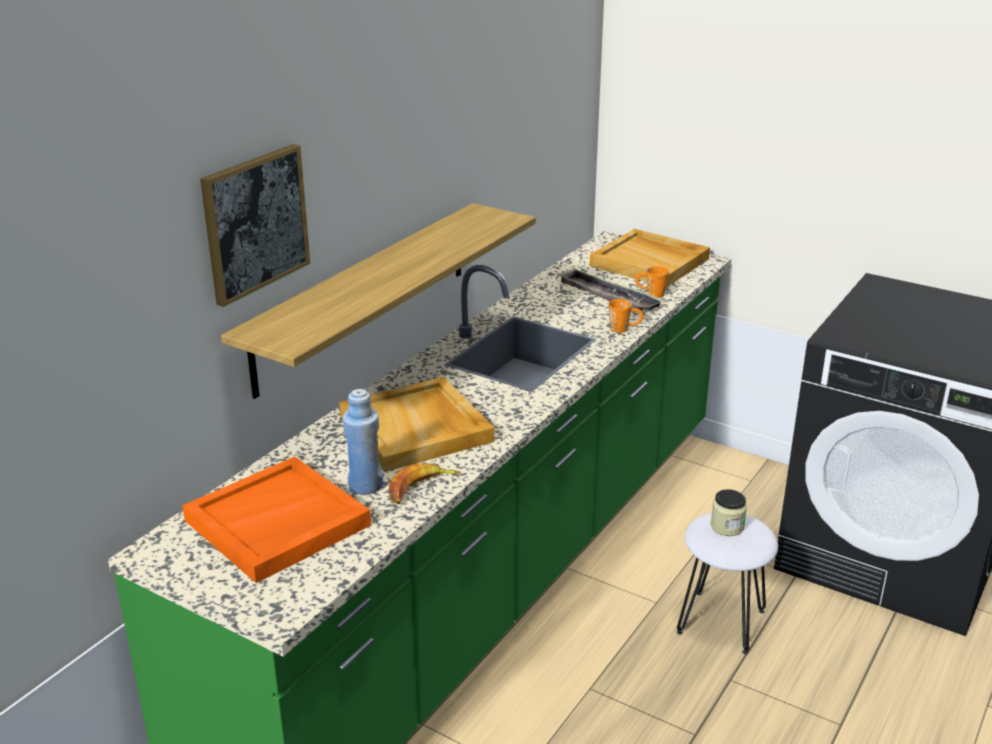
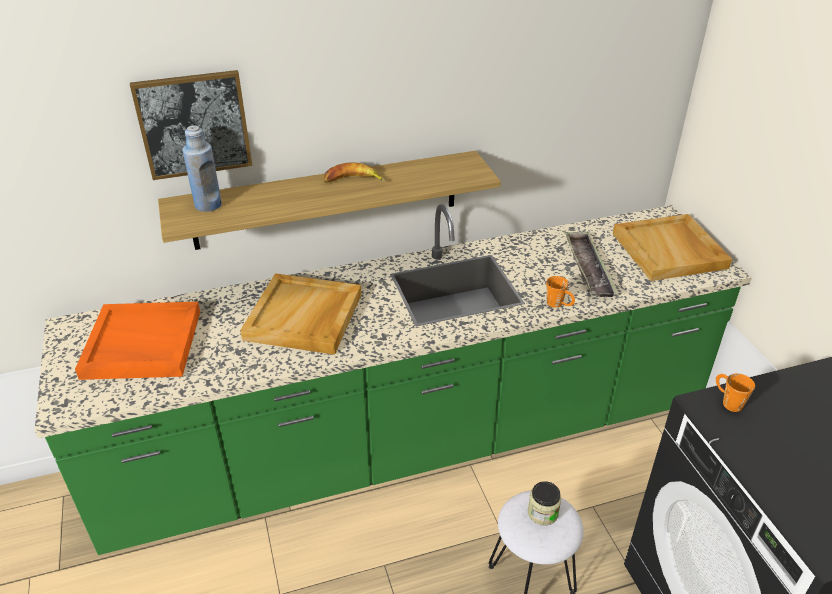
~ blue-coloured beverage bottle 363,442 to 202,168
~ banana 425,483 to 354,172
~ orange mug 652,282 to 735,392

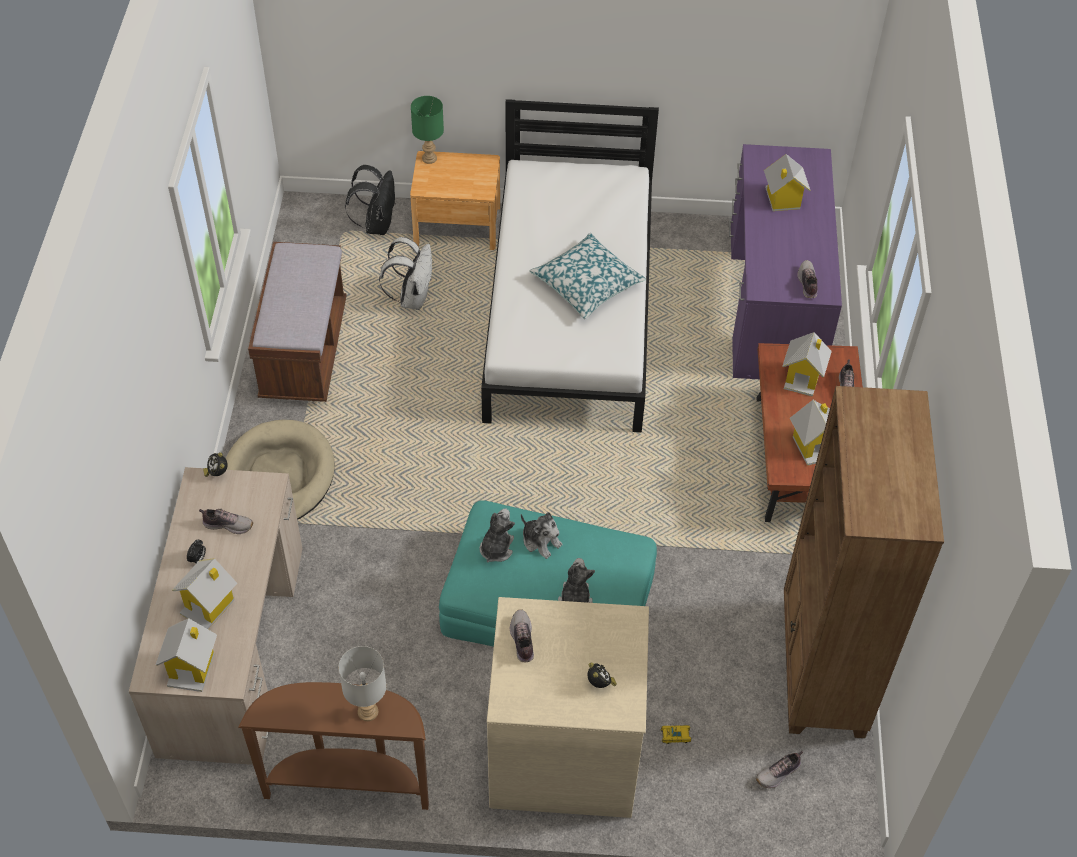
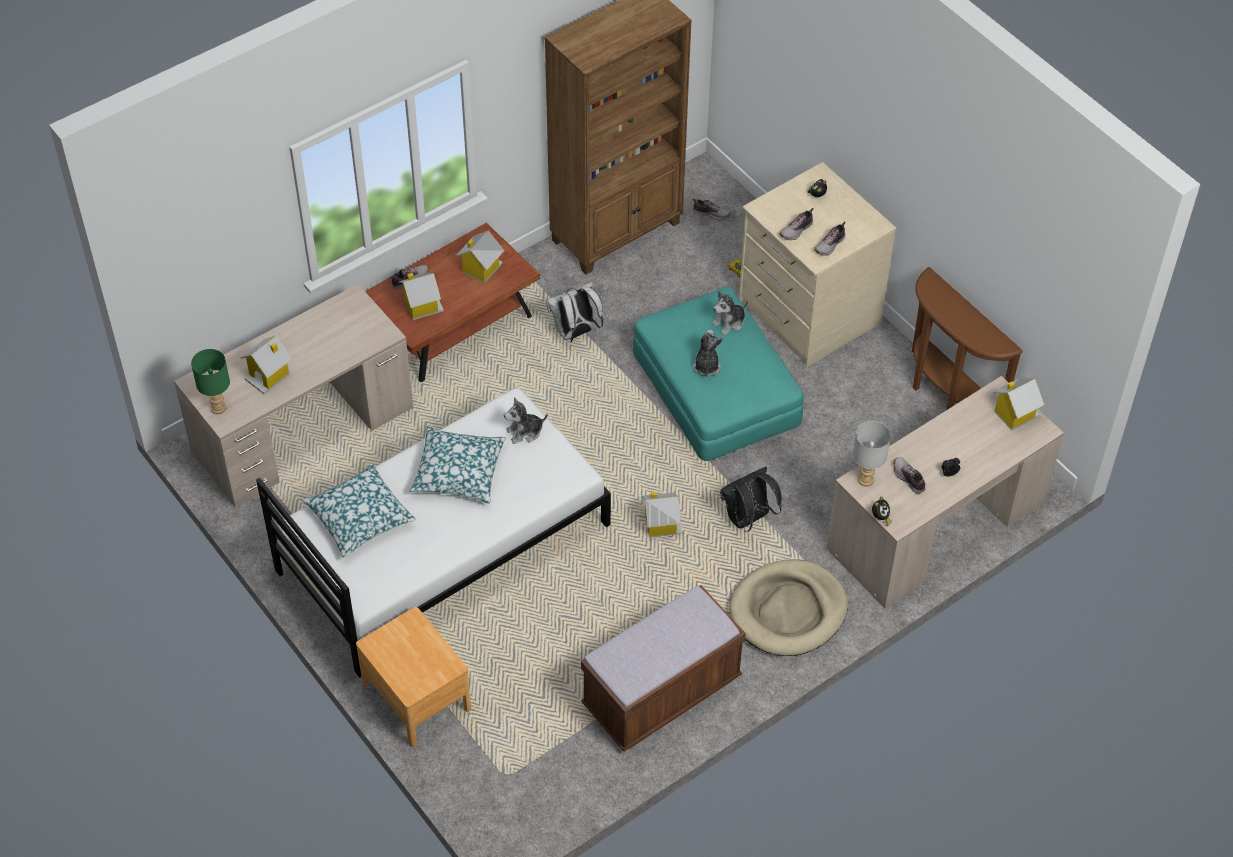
~ miniature house 204,593 to 662,514
~ greyish tabletop lamp 362,683 to 872,454
~ black knapsack 370,200 to 751,499
~ white knapsack 405,273 to 574,312
~ green-coloured tabletop lamp 427,130 to 210,381
~ soft toy 497,535 to 526,420
~ purplish desk table 785,261 to beige desk table 293,396
~ low shoe 807,279 to 796,224
+ pillow 359,510

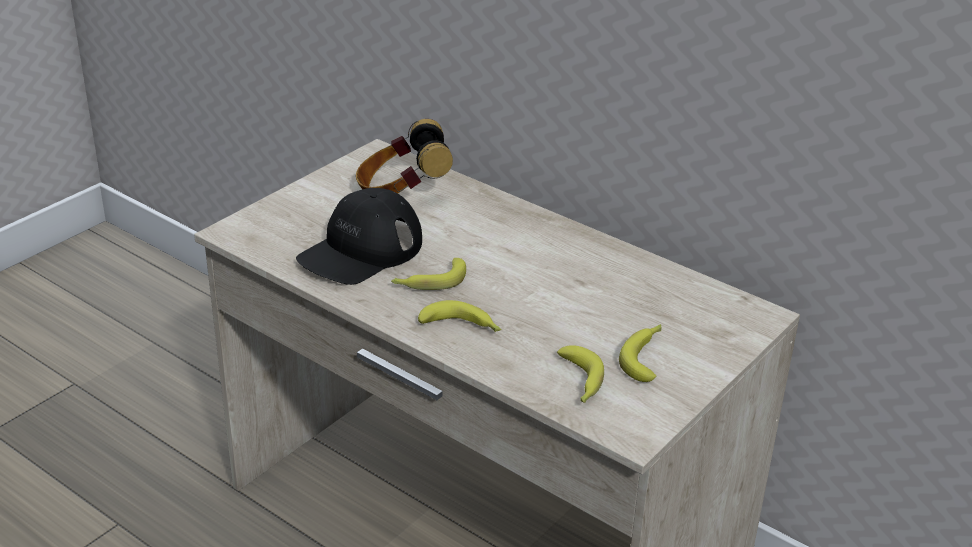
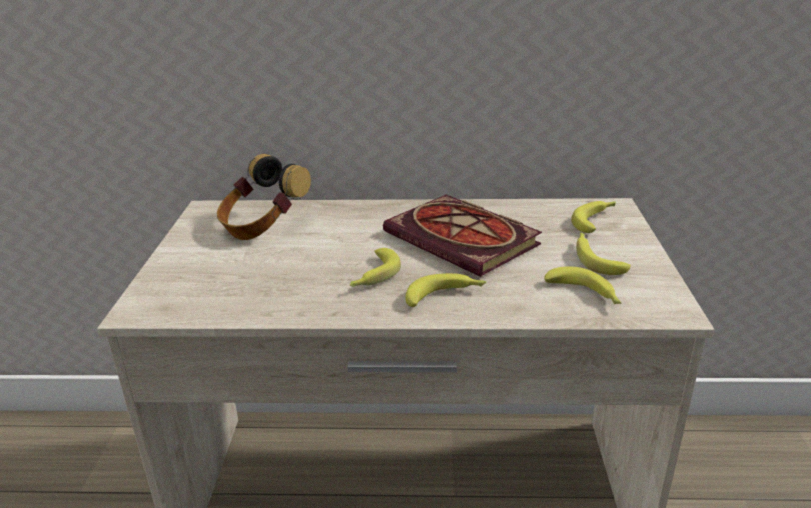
- black cap 359,236
+ book 462,236
+ banana 593,217

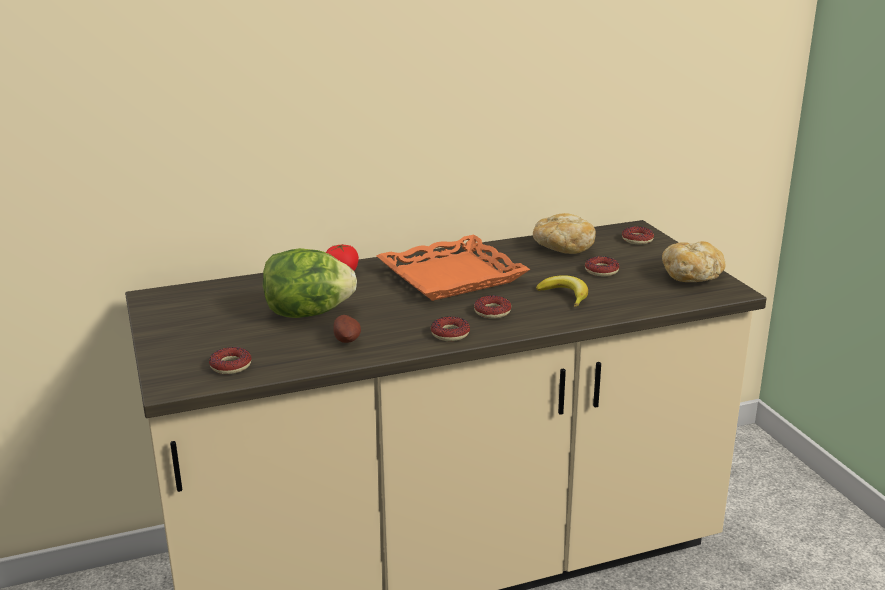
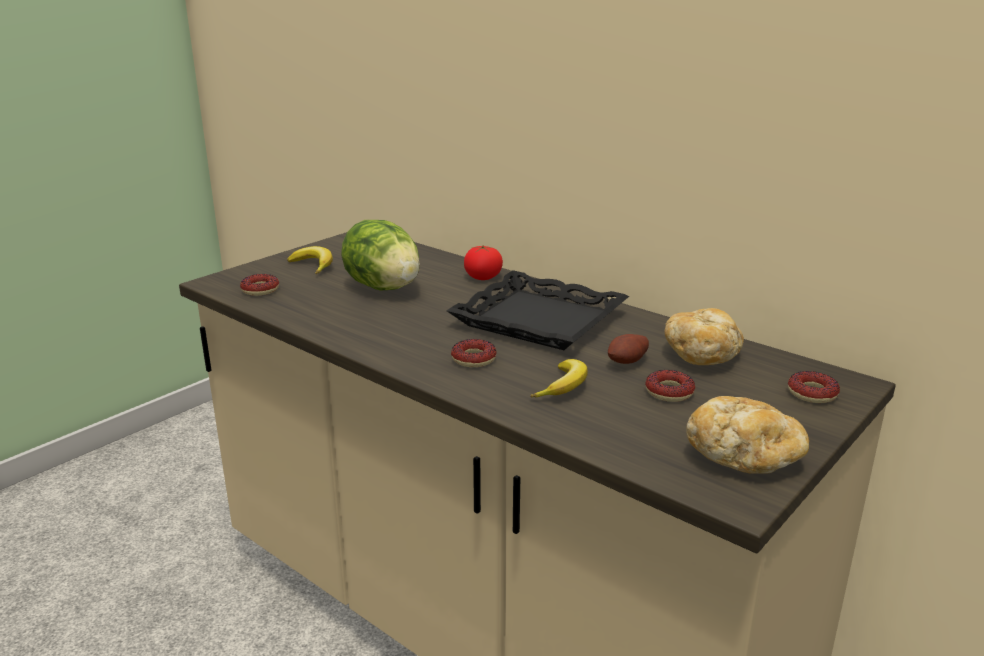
~ whole potato 347,329 to 628,349
~ orange serving tray 453,268 to black serving tray 537,310
- doughnut 450,328
+ banana 310,260

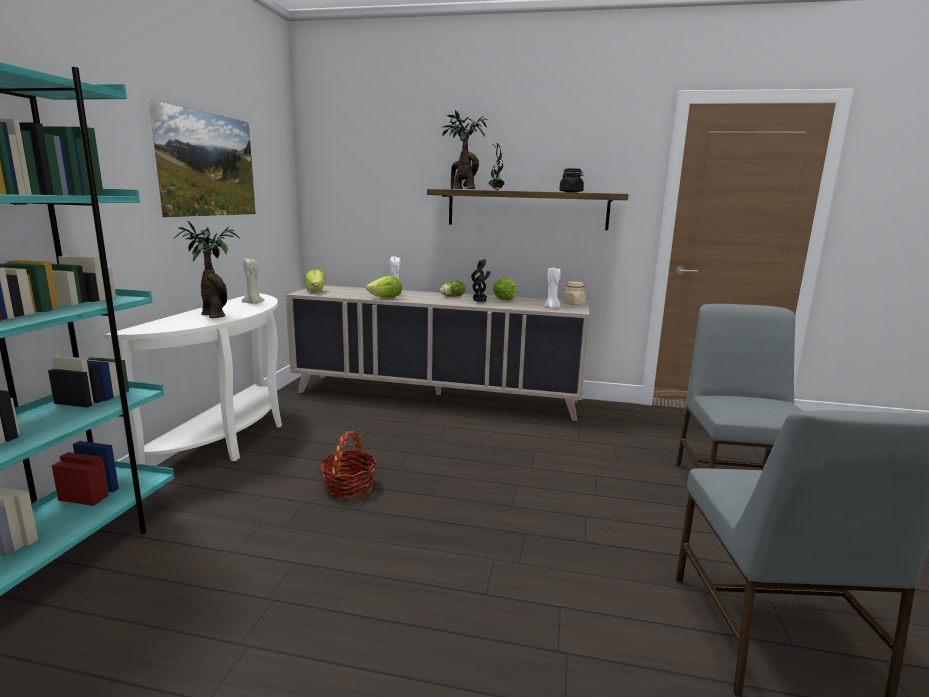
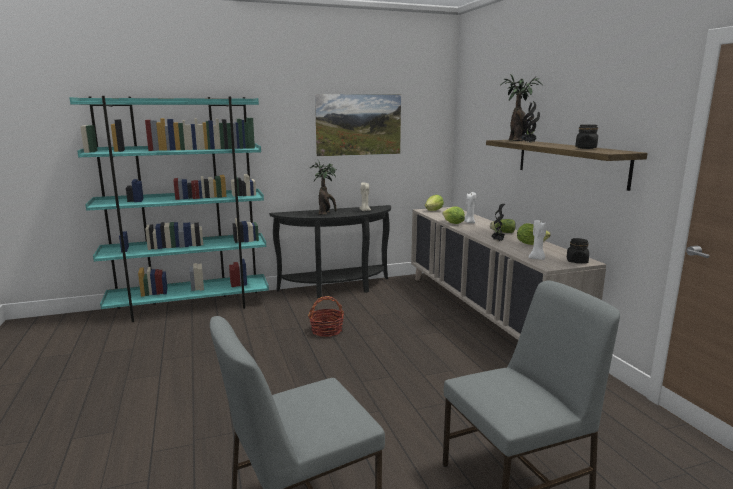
~ white hall table 193,378 to black hall table 330,251
~ beige preserve jar 574,293 to black preserve jar 578,250

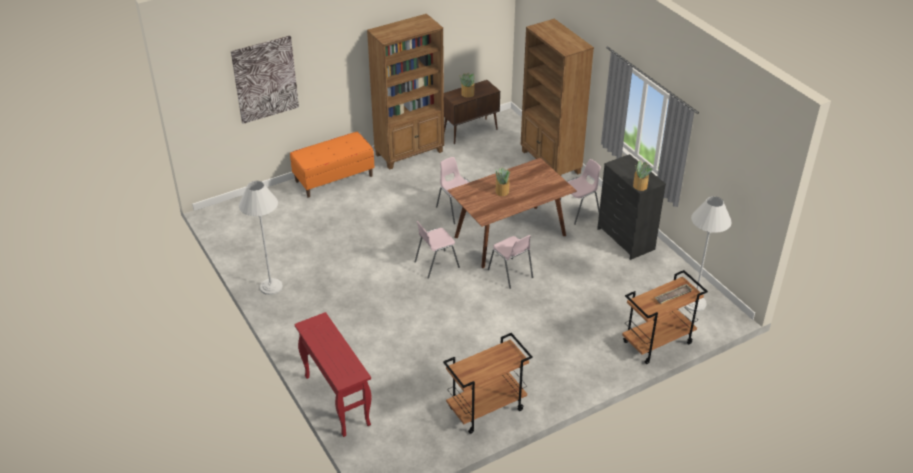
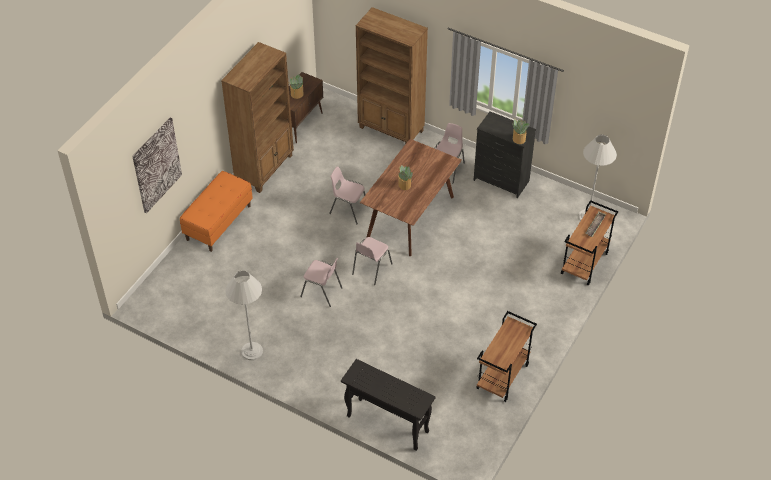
~ red hall table 332,374 to black hall table 388,405
~ pinkish plain chair 510,262 to 321,282

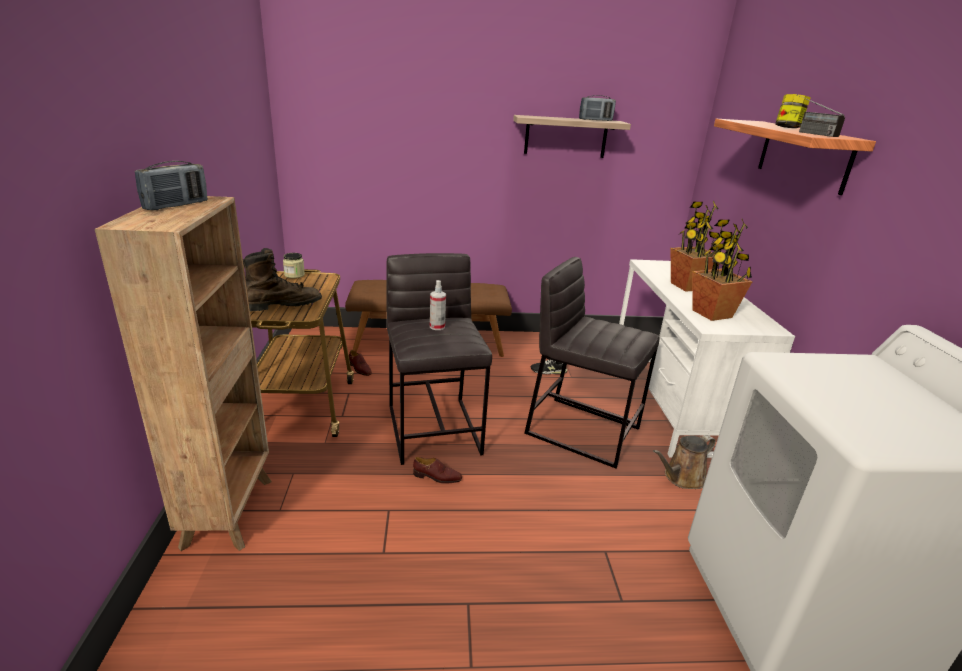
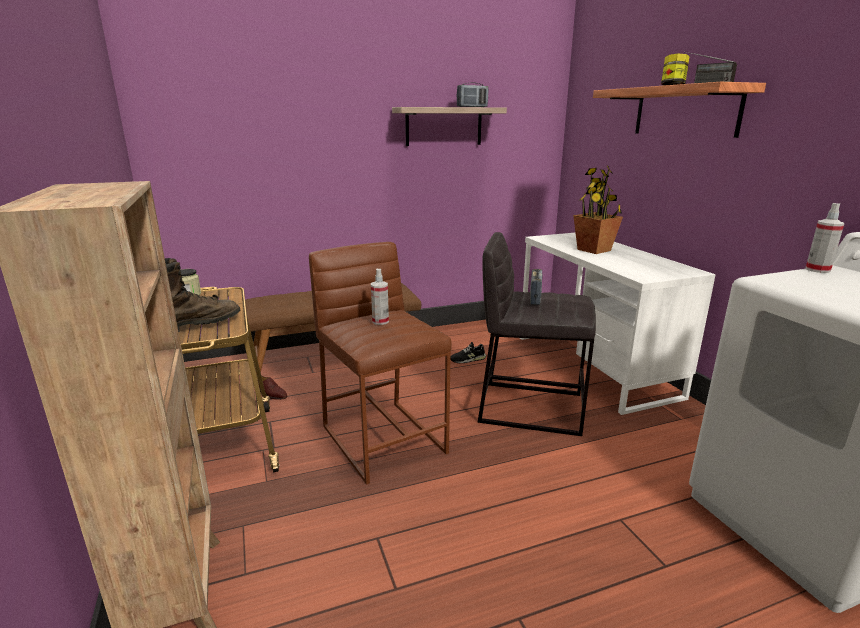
~ radio 171,185 to 536,287
~ greyish stool 439,359 to brown-coloured stool 380,363
- brown-coloured low shoe 437,470
- brown-coloured sprinkling can 684,462
- potted plant 723,270
+ spray bottle 825,238

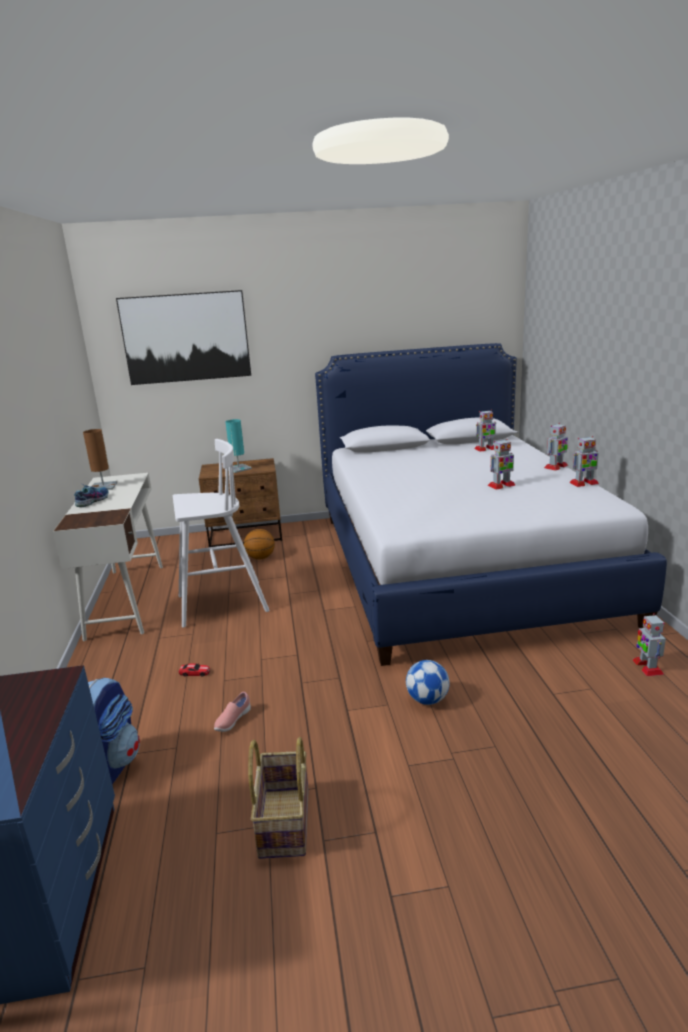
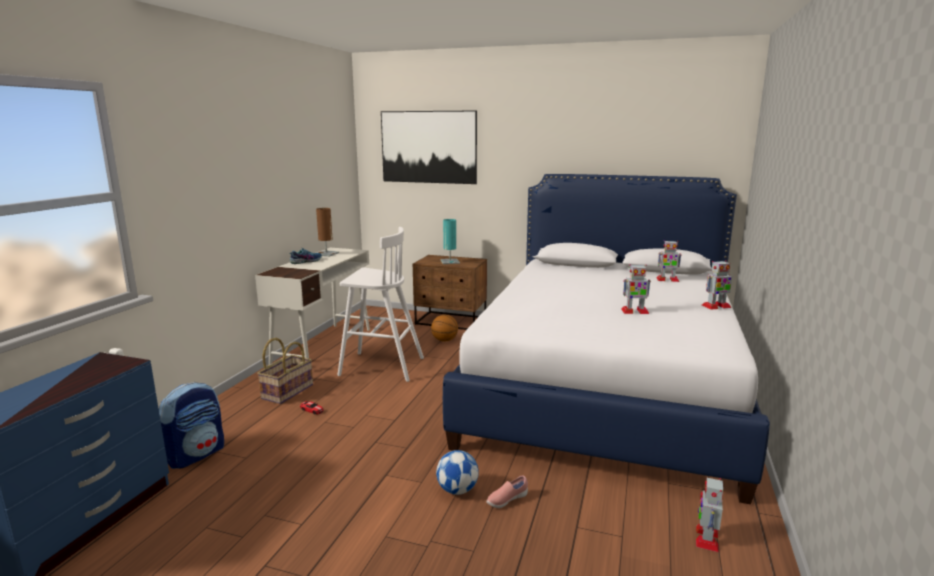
~ pinkish low shoe 232,712 to 507,491
~ storage basket 278,798 to 285,371
- model robot 584,461

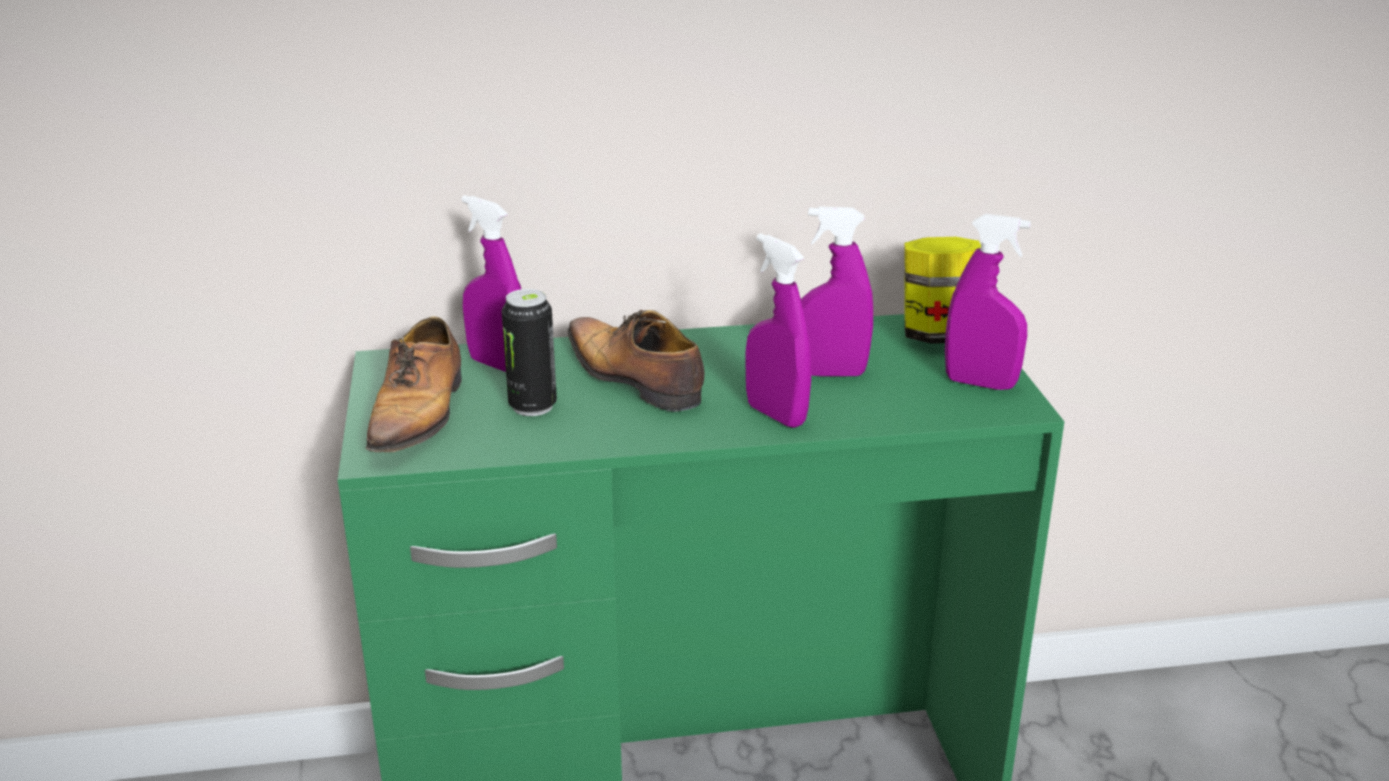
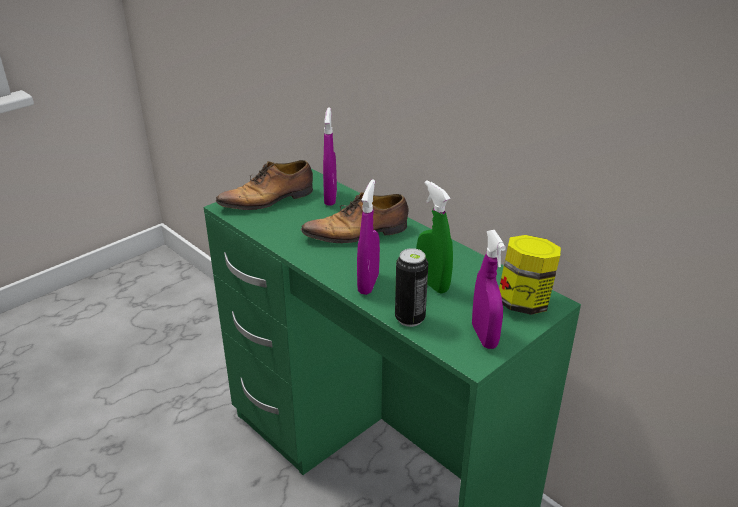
~ metal can 529,352 to 411,287
~ low shoe 636,361 = 355,217 120 degrees counterclockwise
~ purplish spray bottle 837,291 to green-coloured spray bottle 435,237

